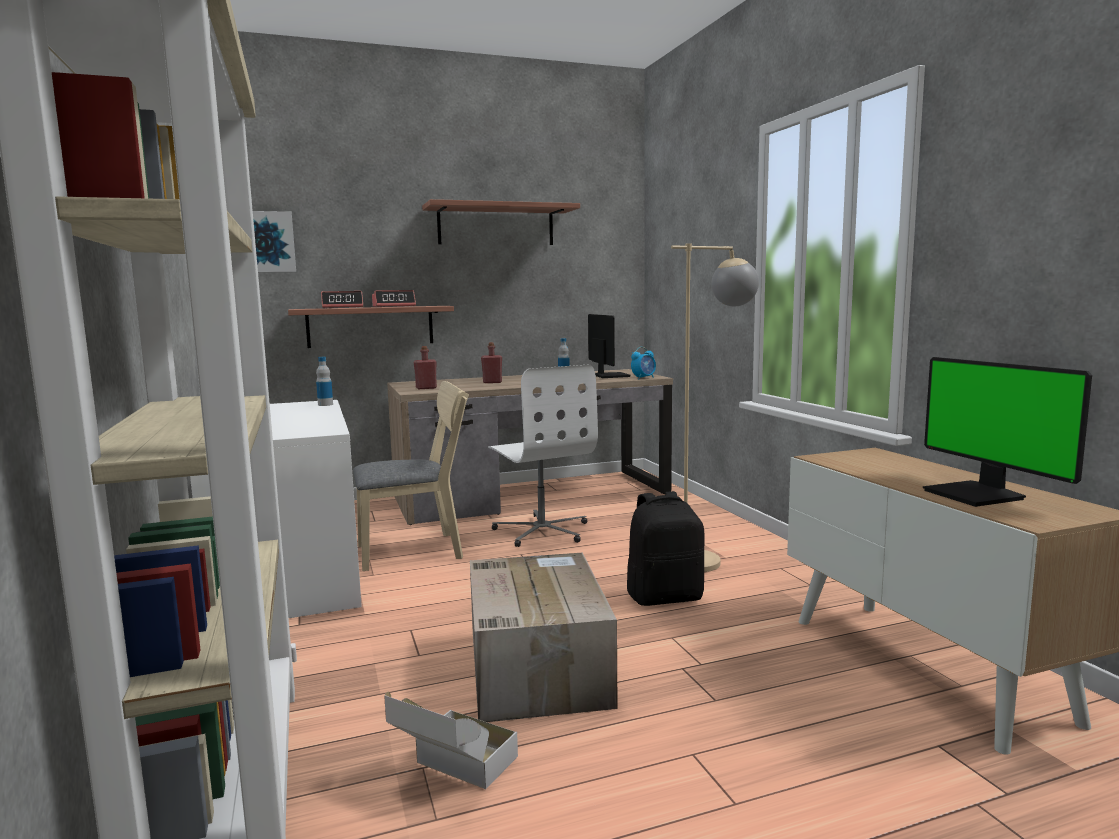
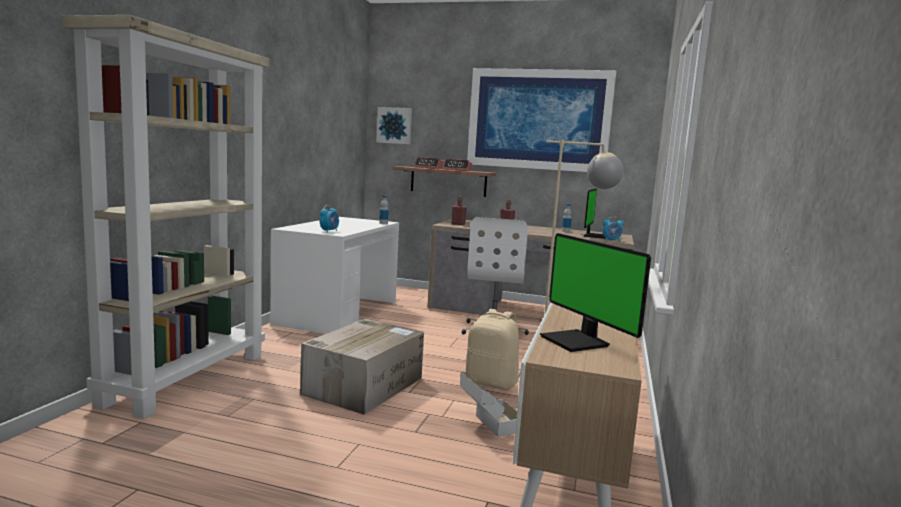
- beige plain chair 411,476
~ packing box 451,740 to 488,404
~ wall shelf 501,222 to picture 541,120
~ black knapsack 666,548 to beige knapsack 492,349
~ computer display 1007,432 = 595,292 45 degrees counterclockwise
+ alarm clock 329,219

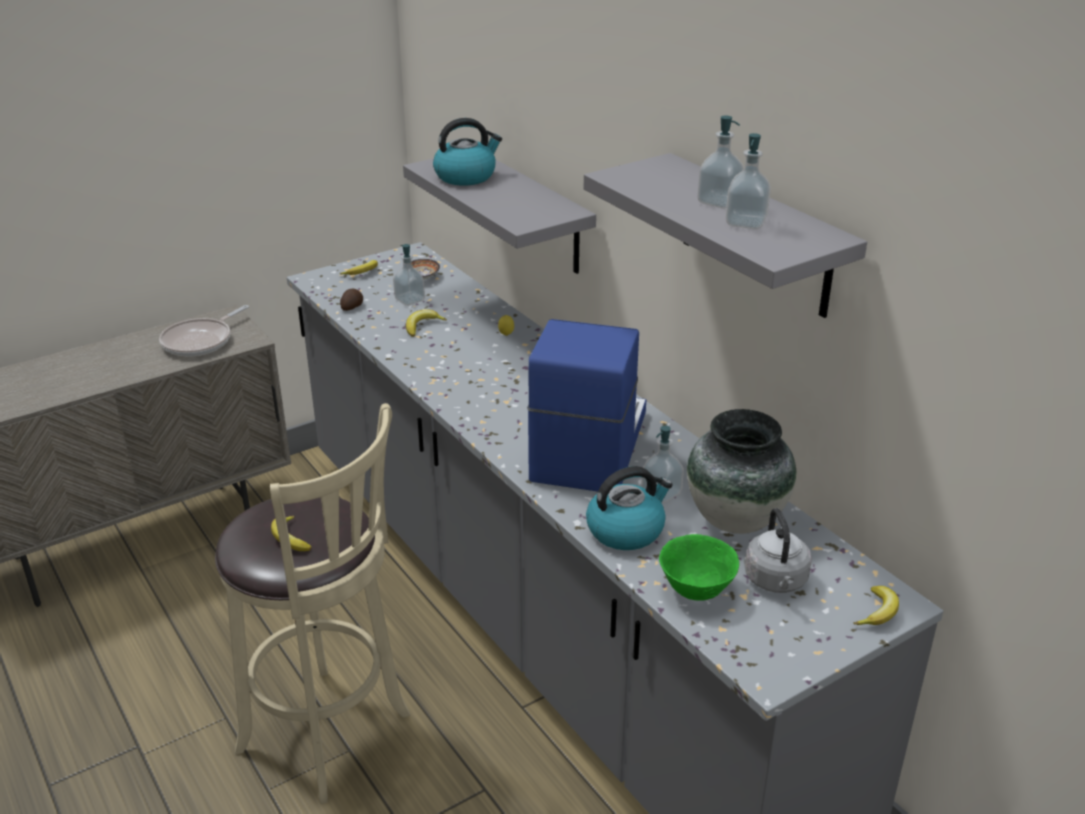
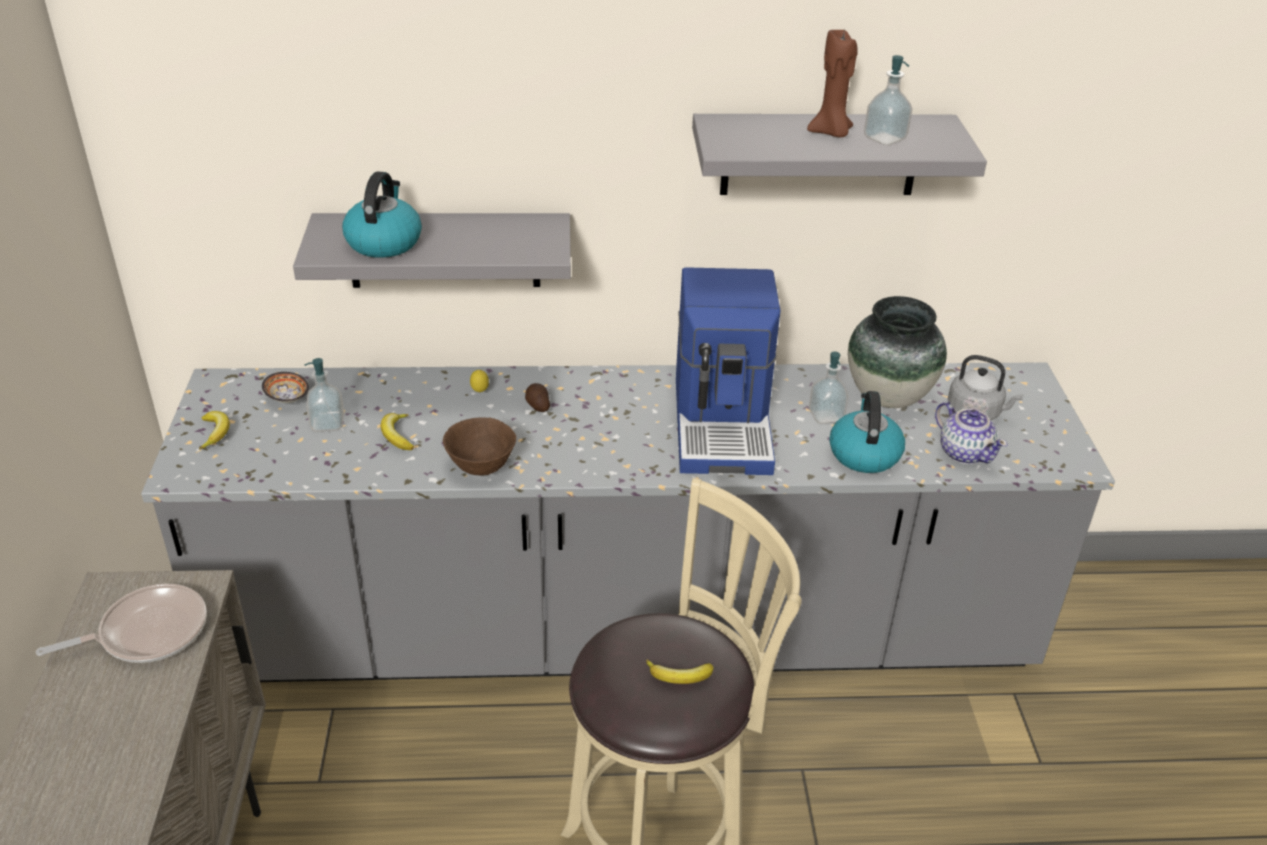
~ pan 204,331 = 121,623 90 degrees counterclockwise
~ whole potato 351,300 to 537,397
~ coffee brewer 586,405 = 728,371 135 degrees counterclockwise
~ green-coloured bowl 699,567 to tea pot 971,433
~ soap bottle 721,161 to brown-coloured candle 832,83
- banana 876,605
+ brown-coloured bowl 479,446

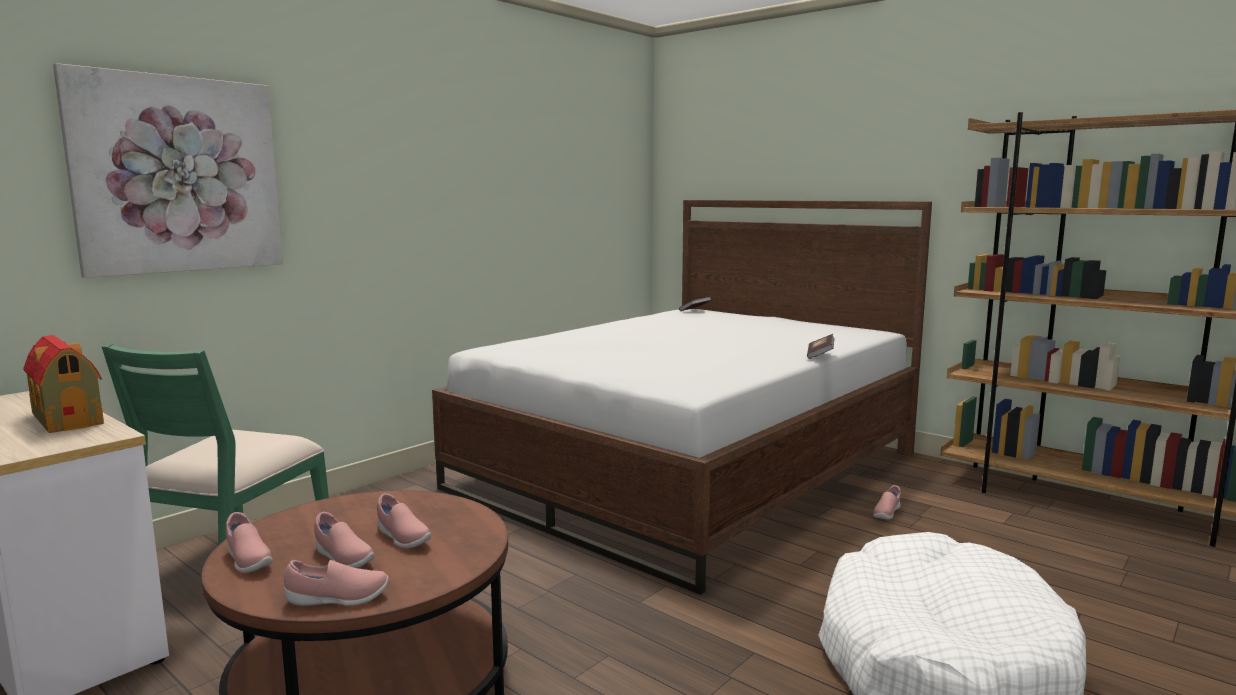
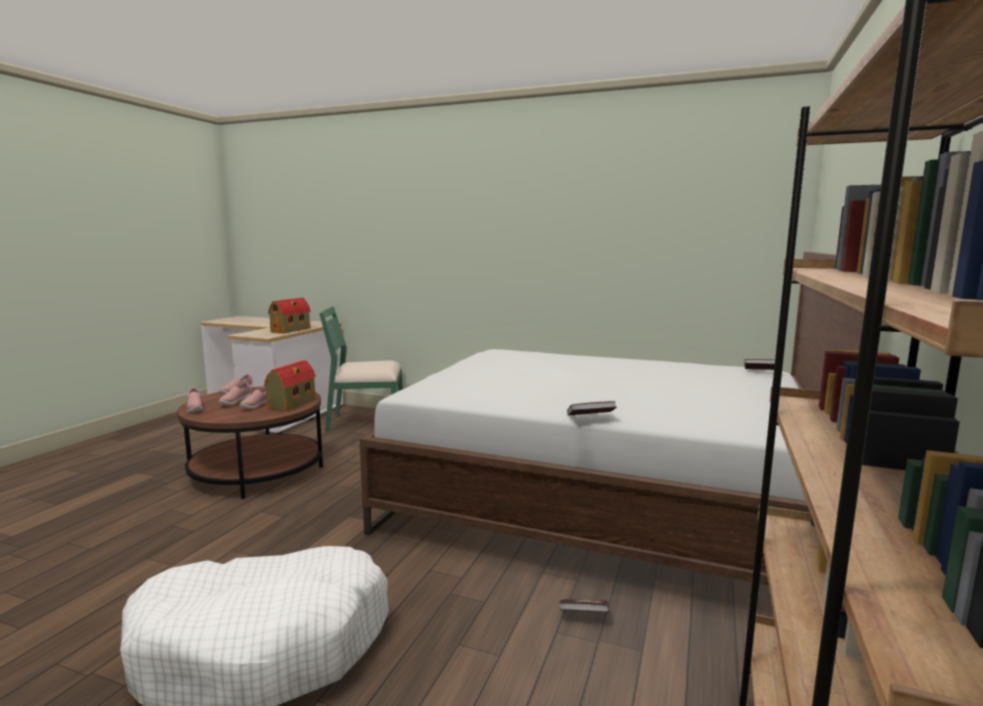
- picture 168,170
~ pinkish low shoe 887,502 to book 584,605
+ miniature house 290,385

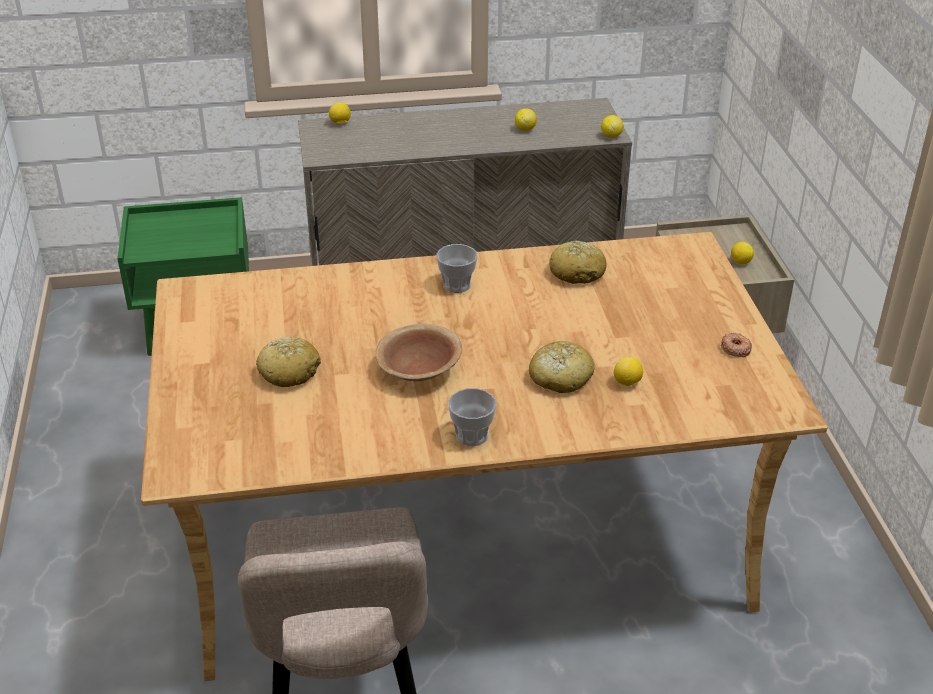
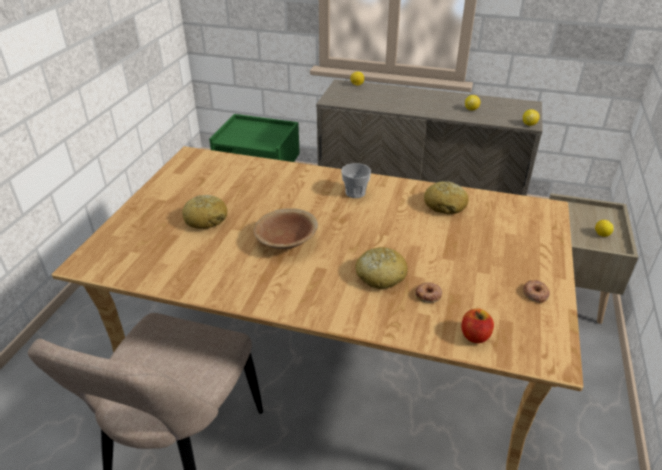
- drinking cup 472,417
~ whole lemon 628,371 to doughnut 428,292
+ apple fruit 477,325

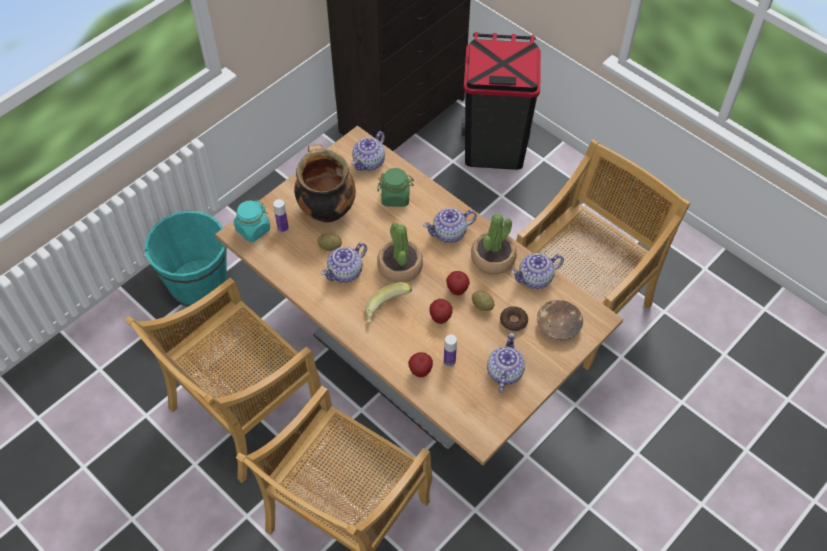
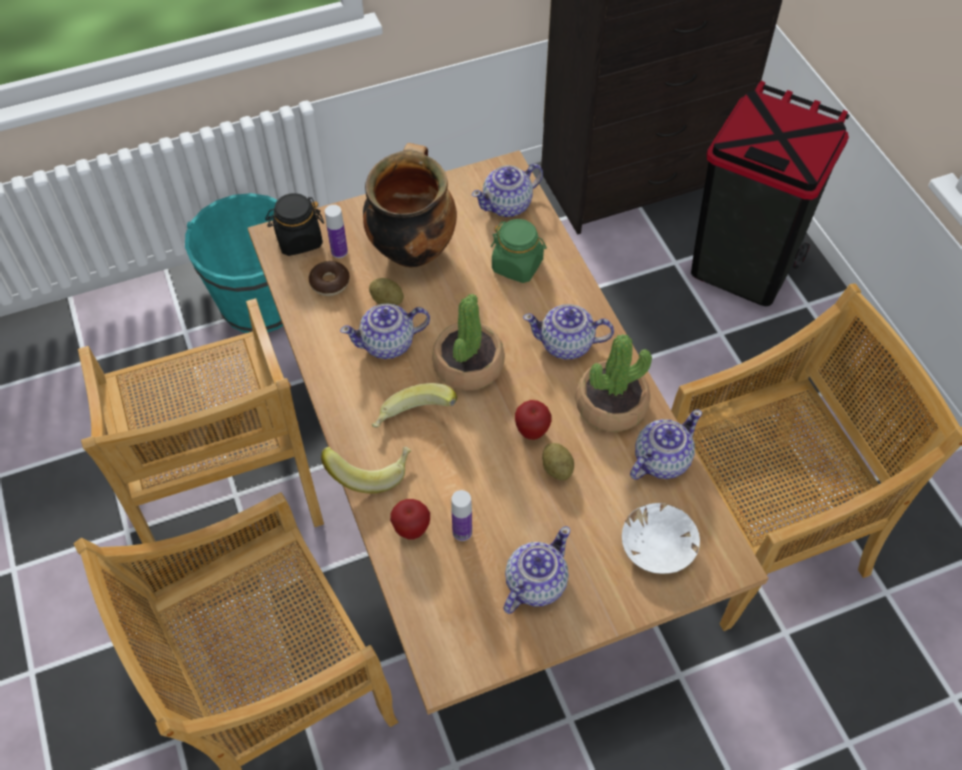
~ beige plain chair 223,380 = 201,432 90 degrees counterclockwise
~ turquoise-coloured preserve jar 251,221 to black preserve jar 294,224
- apple fruit 440,311
~ doughnut 514,319 to 329,278
~ tea pot 537,271 = 666,444 135 degrees clockwise
~ brown-coloured bowl 560,320 to white bowl 661,538
+ banana 366,470

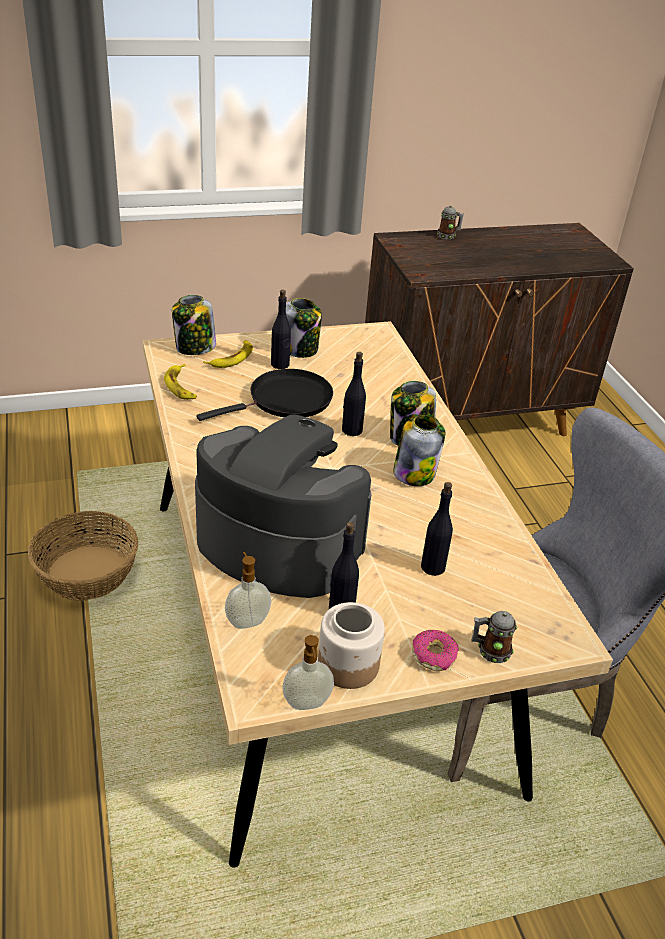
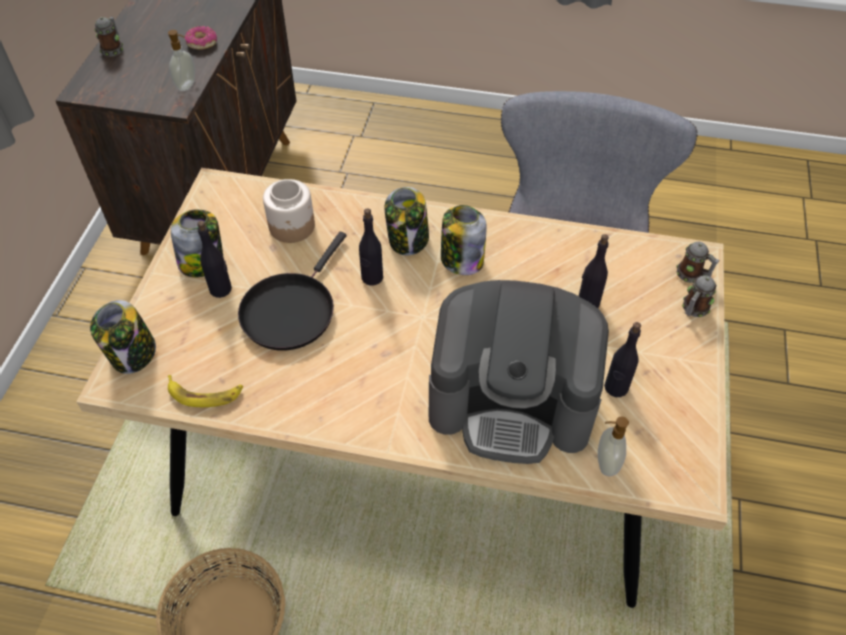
~ coffee brewer 283,506 = 519,372 135 degrees counterclockwise
~ black pan 265,395 = 292,291 150 degrees counterclockwise
- banana 228,354
~ soap bottle 308,672 to 181,60
~ preserve jar 351,645 to 289,211
~ doughnut 435,650 to 201,38
+ mug 698,262

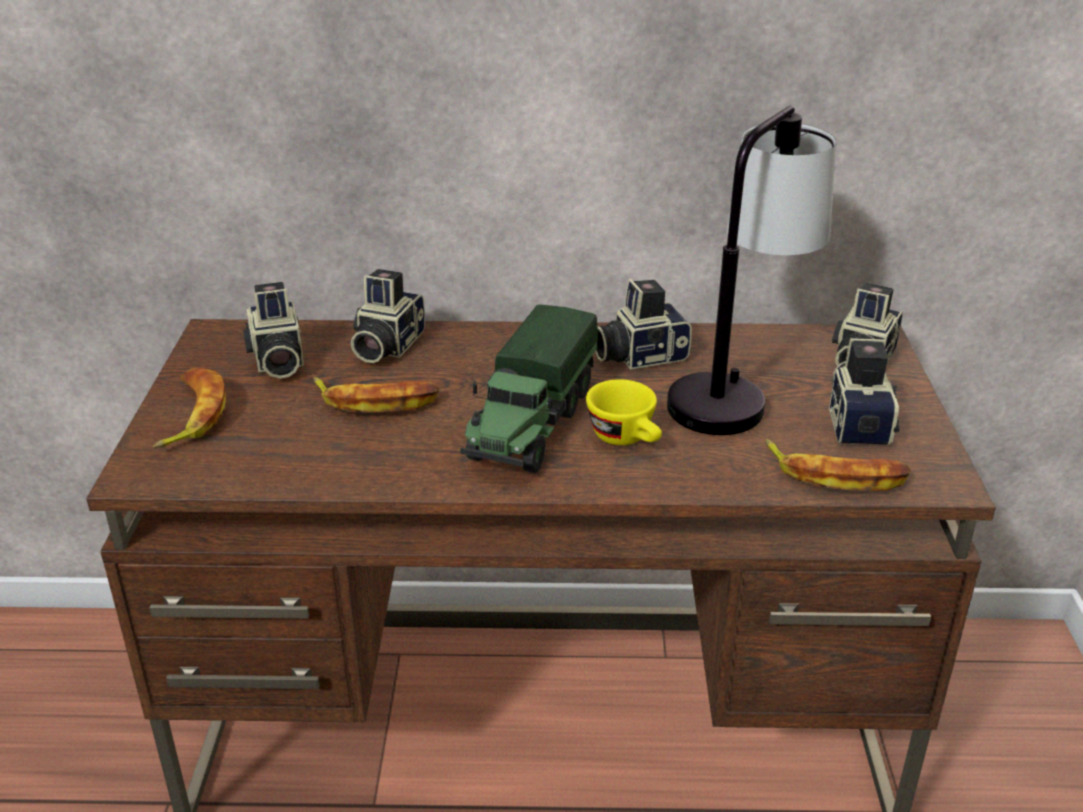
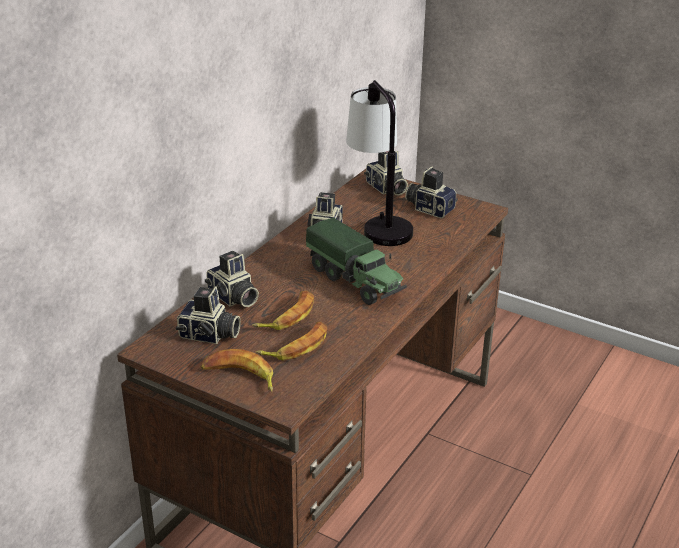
- yellow-coloured drinking cup 624,412
~ banana 838,465 to 291,341

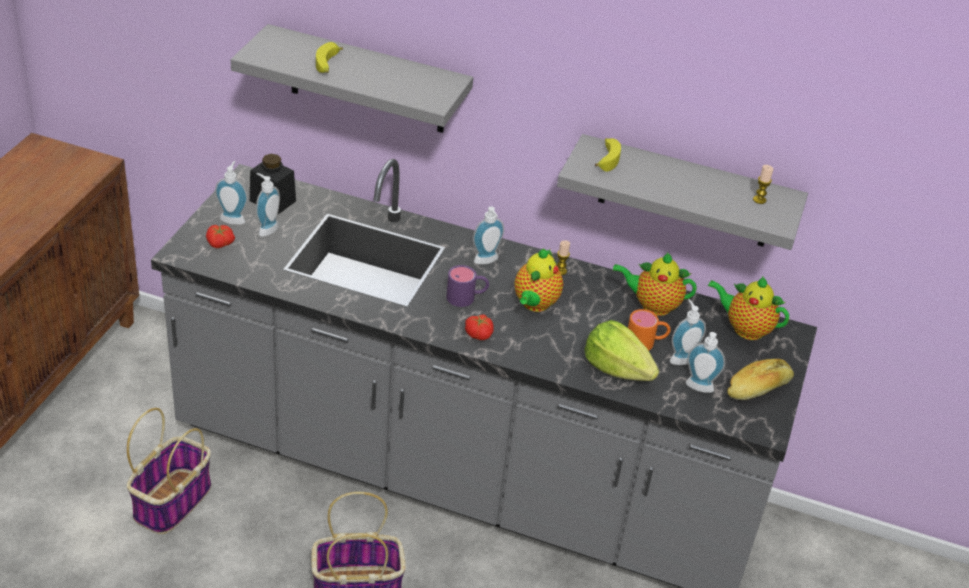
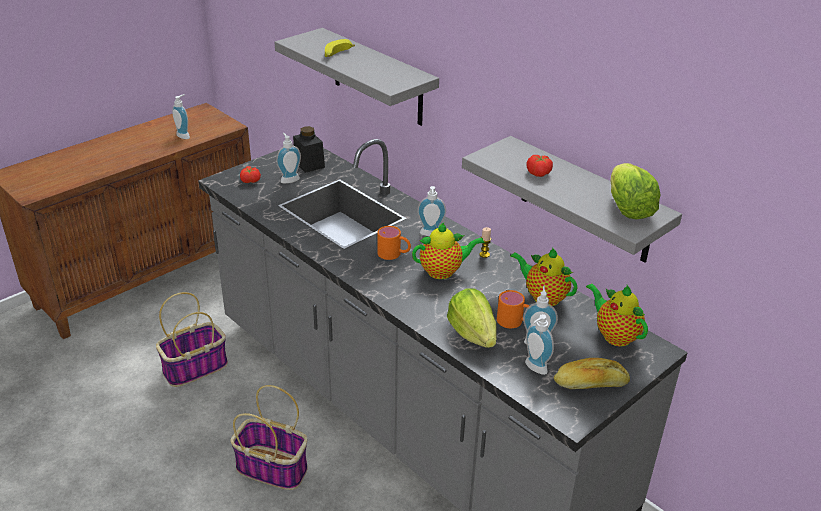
~ soap bottle 231,193 to 181,116
~ purplish mug 467,286 to orange mug 394,243
~ tomato 479,327 to 539,166
~ tea pot 538,280 = 448,250 150 degrees counterclockwise
- banana 608,155
~ candle 763,184 to head of lettuce 635,191

